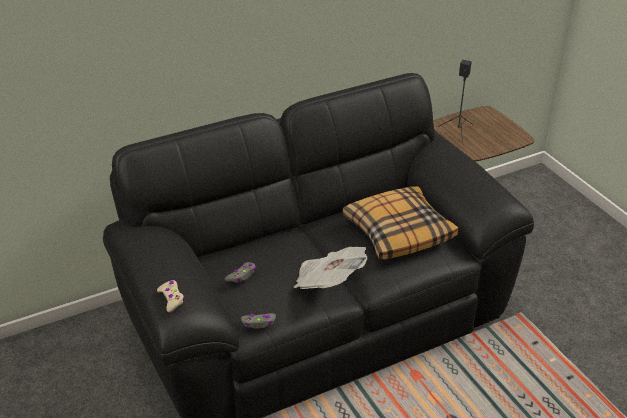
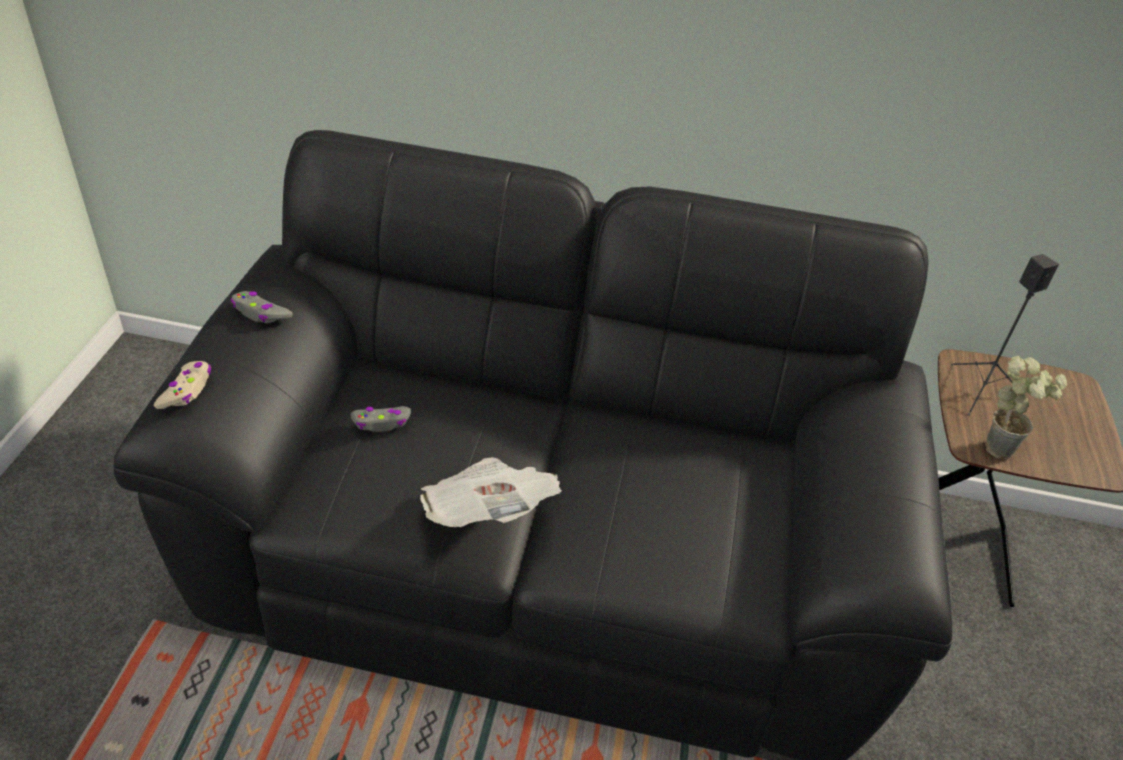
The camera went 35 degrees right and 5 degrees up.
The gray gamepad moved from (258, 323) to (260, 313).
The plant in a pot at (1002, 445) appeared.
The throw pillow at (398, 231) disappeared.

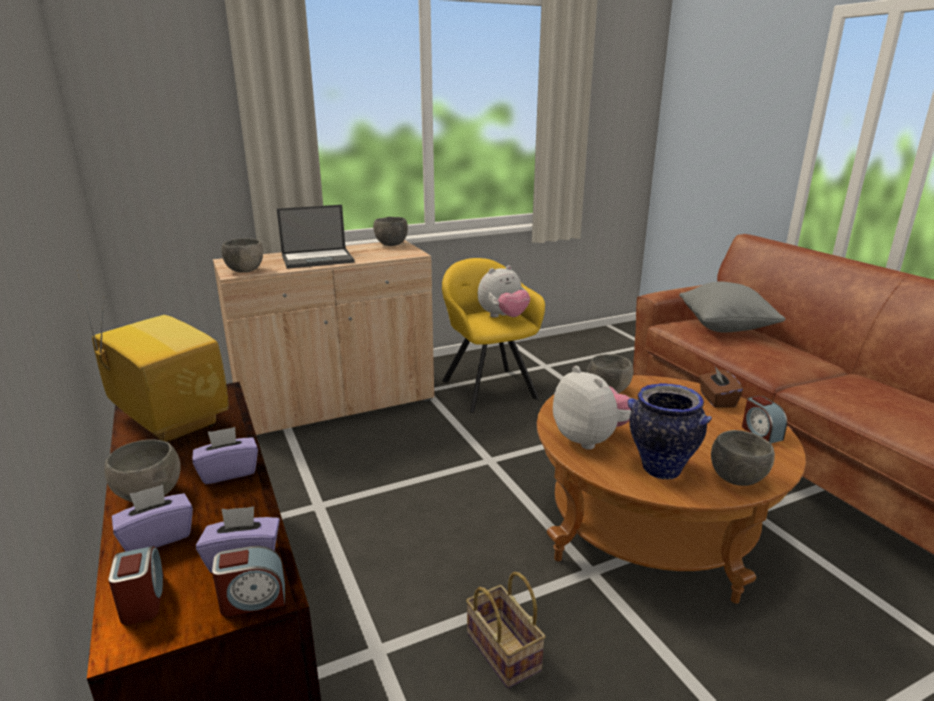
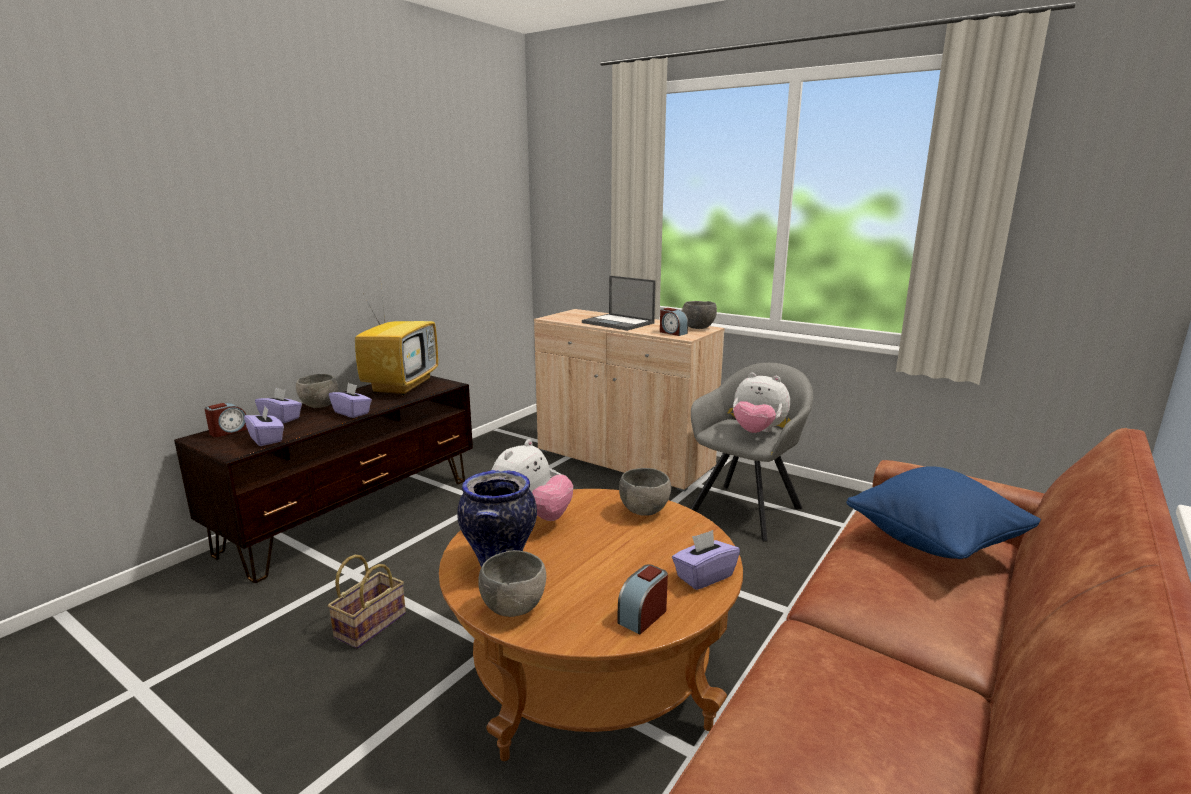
The camera went 60 degrees right and 5 degrees down.
The alarm clock moved from (253, 599) to (672, 333).
The brown-coloured box of tissues at (716, 400) became the purplish box of tissues at (704, 576).
The yellowish lounge chair at (488, 387) became the gray lounge chair at (748, 509).
The gray throw pillow at (725, 327) became the bluish throw pillow at (934, 543).
The gray bowl at (245, 271) disappeared.

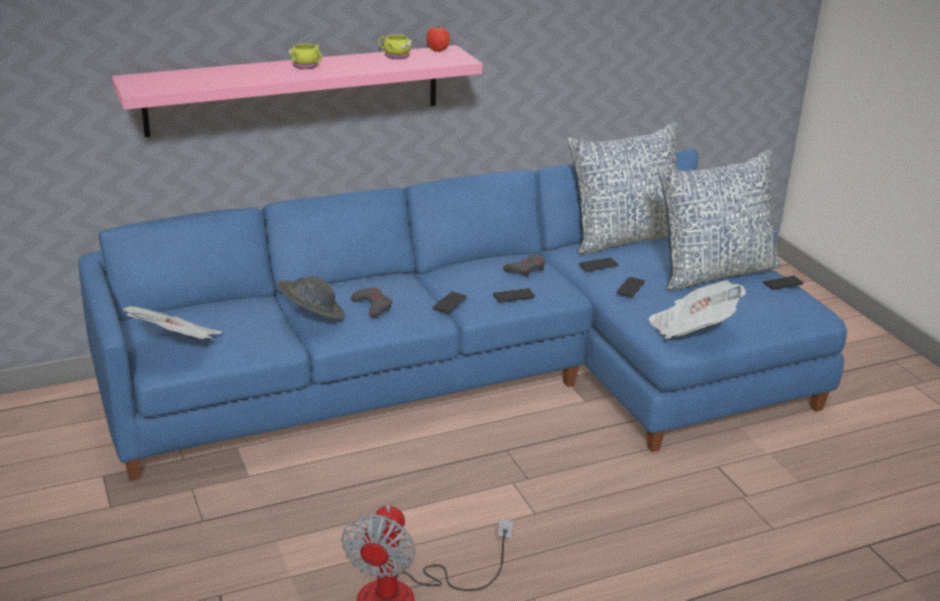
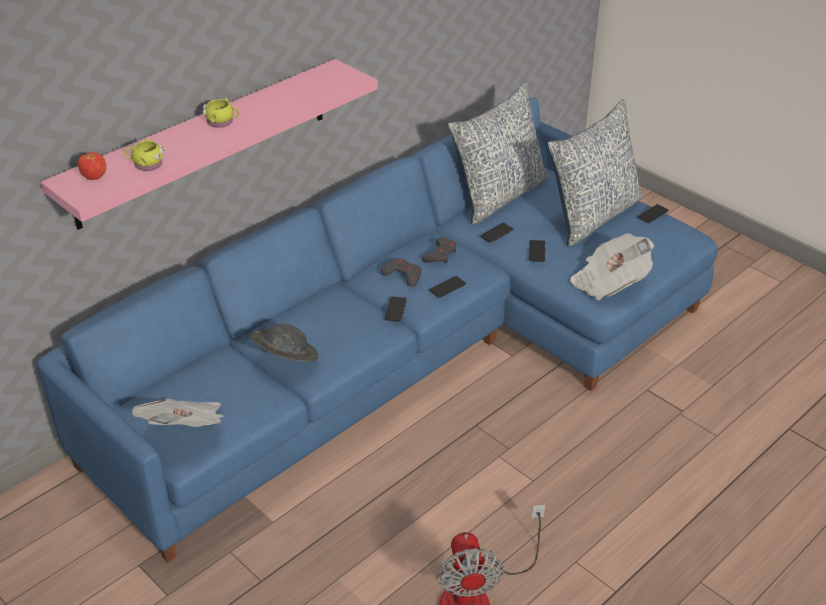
The camera went 20 degrees left and 10 degrees up.
The whole apple moved from (438, 51) to (95, 178).
The yellowish tea mug moved from (394, 56) to (146, 164).
The gray gamepad moved from (373, 306) to (403, 275).

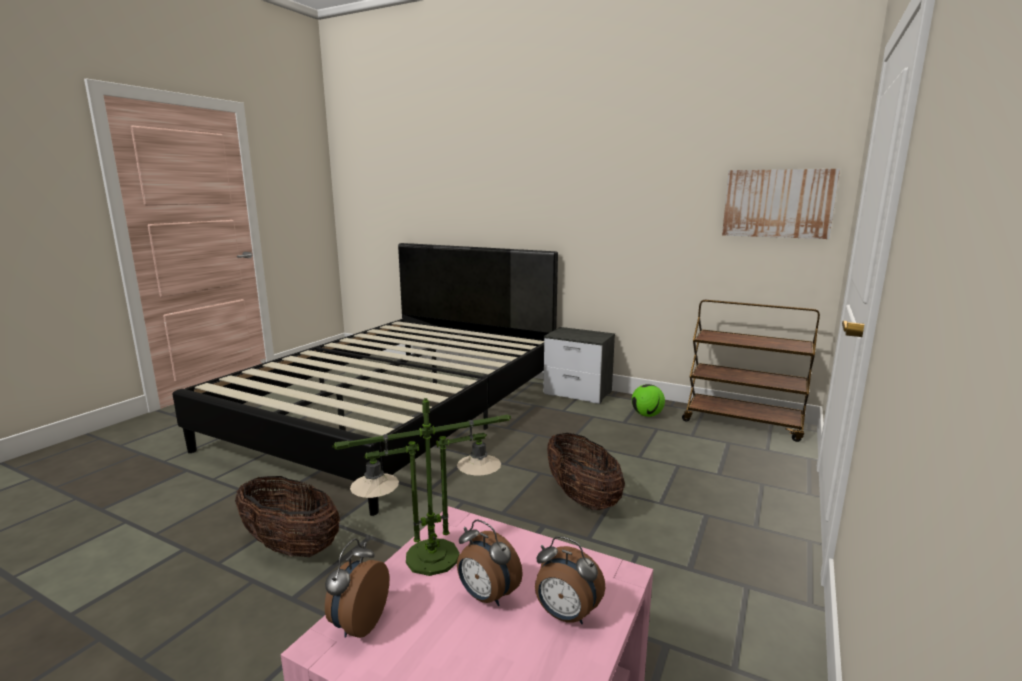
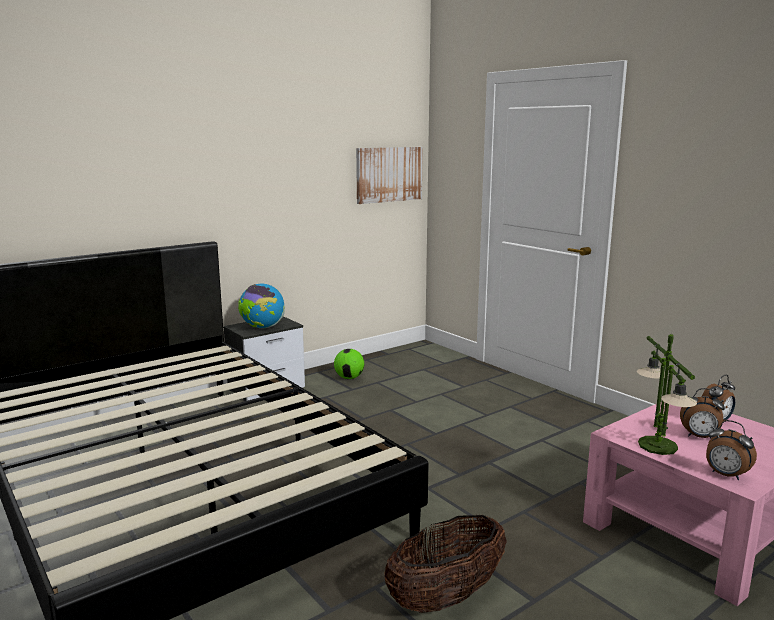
The camera went 65 degrees left and 0 degrees up.
The desk globe at (262, 327) appeared.
The alarm clock at (486, 597) turned 45 degrees clockwise.
The basket at (582, 498) disappeared.
The brown-coloured cart at (743, 423) disappeared.

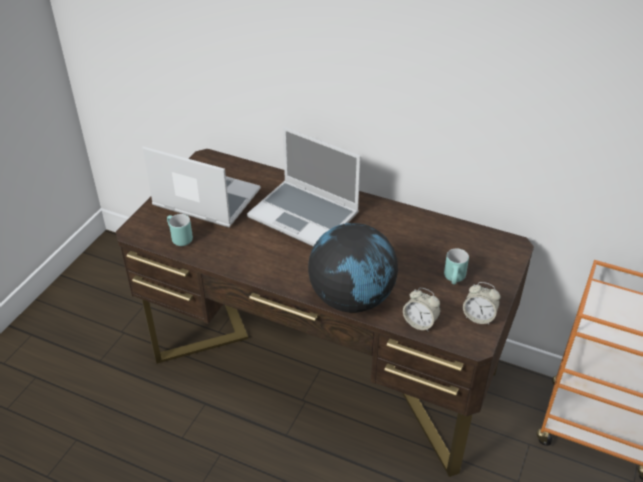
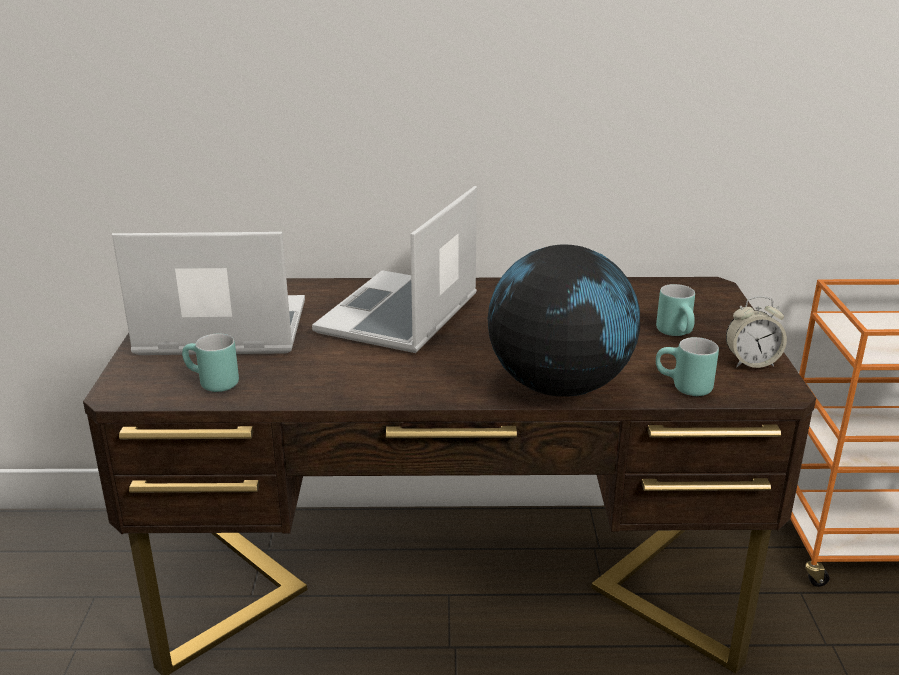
The camera went 25 degrees left and 15 degrees down.
The portable computer at (305, 215) turned 105 degrees clockwise.
The alarm clock at (420, 323) was replaced by the blue-green tea mug at (683, 388).

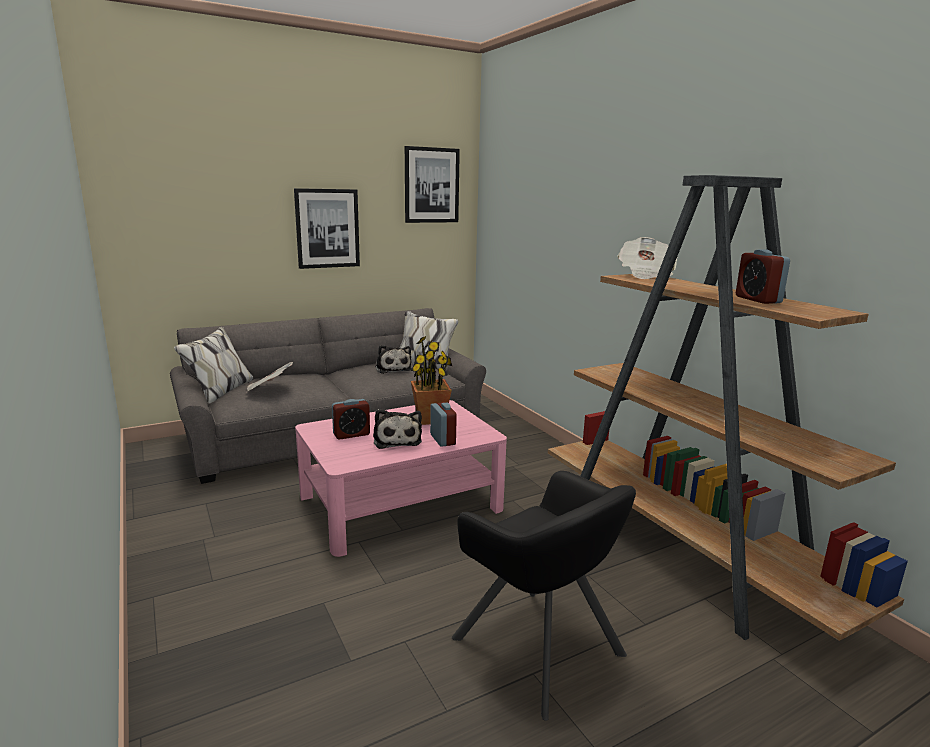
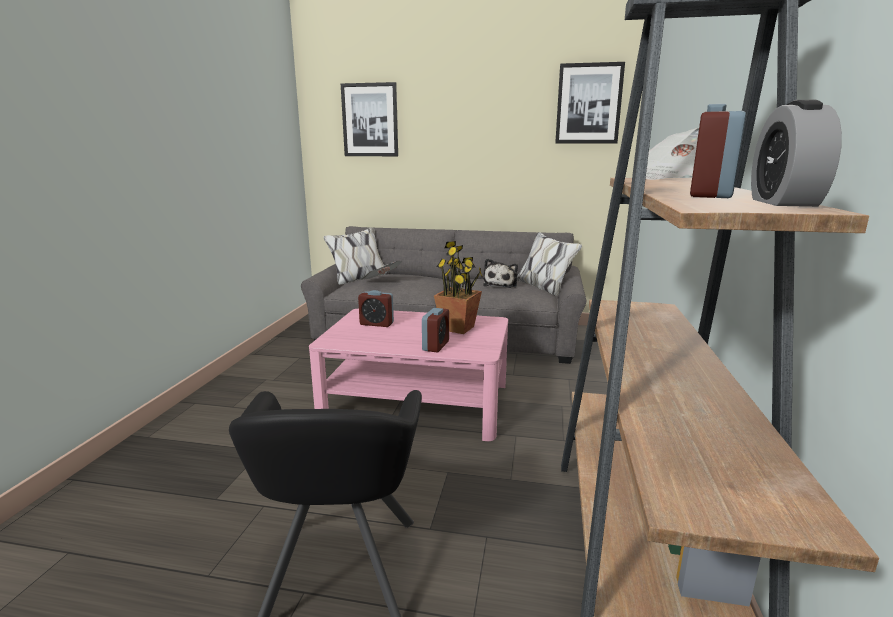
The camera went 40 degrees right and 0 degrees up.
The picture moved from (327, 228) to (370, 120).
The alarm clock at (783, 202) appeared.
The cuddly toy at (397, 440) disappeared.

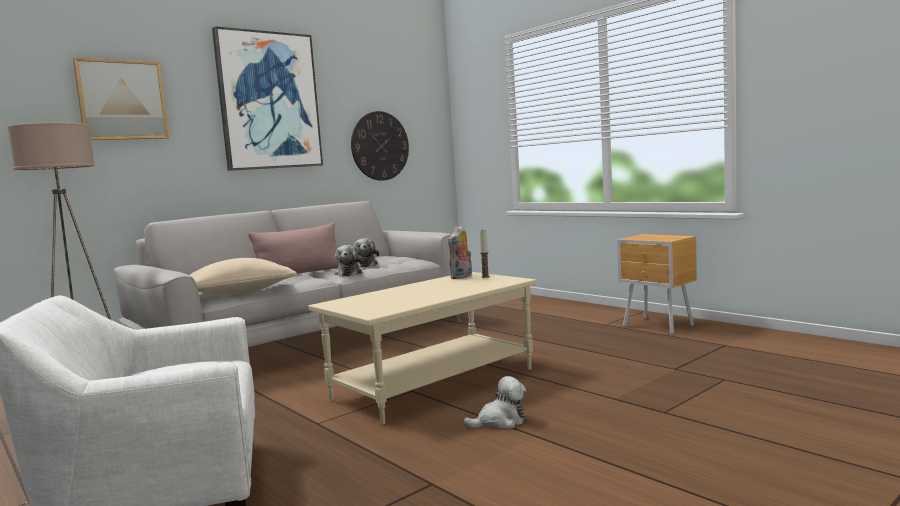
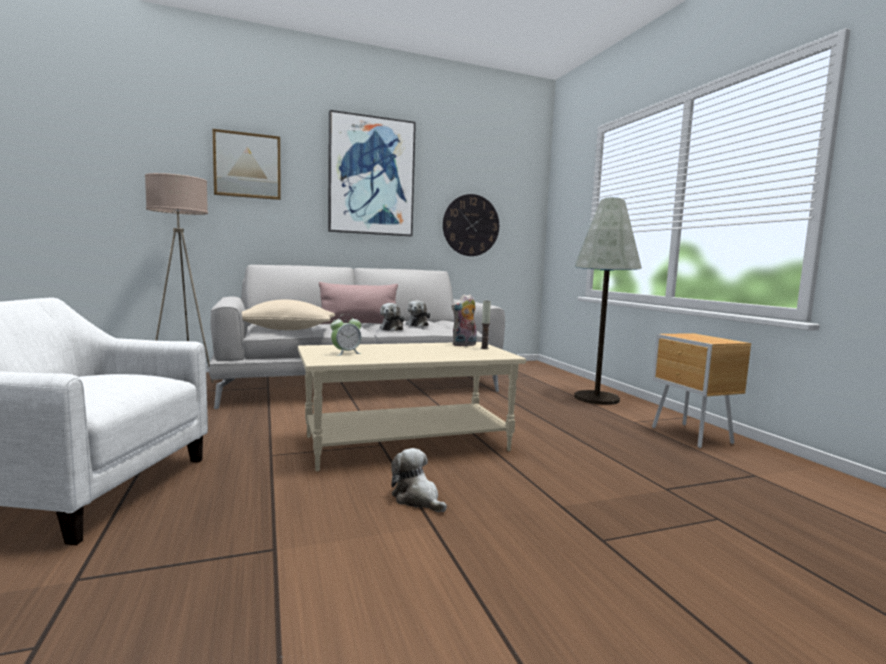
The camera went 20 degrees right and 0 degrees up.
The alarm clock at (346, 353) appeared.
The cuddly toy at (500, 422) turned 135 degrees counterclockwise.
The gray standard lamp at (596, 398) appeared.

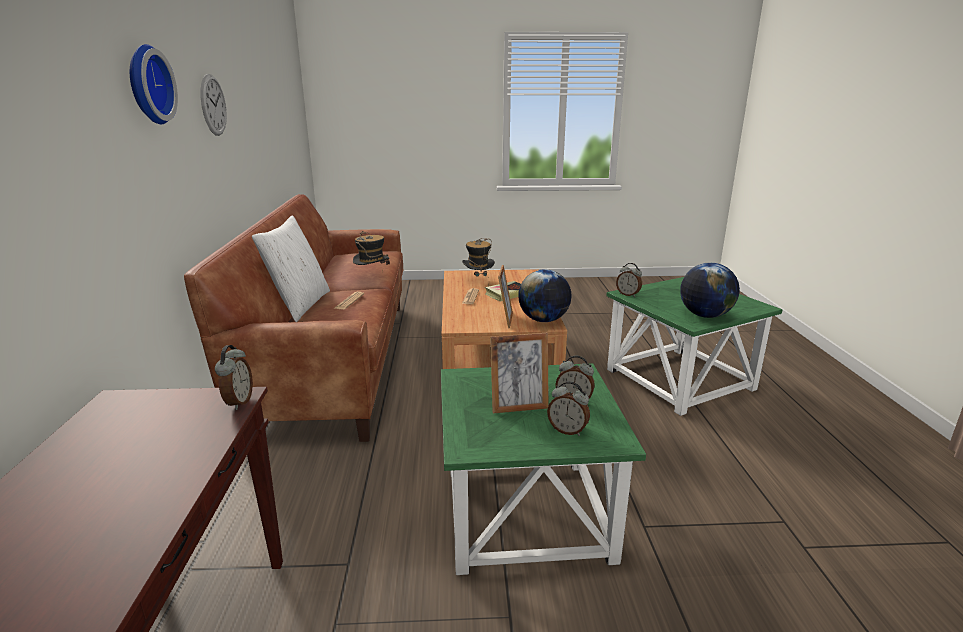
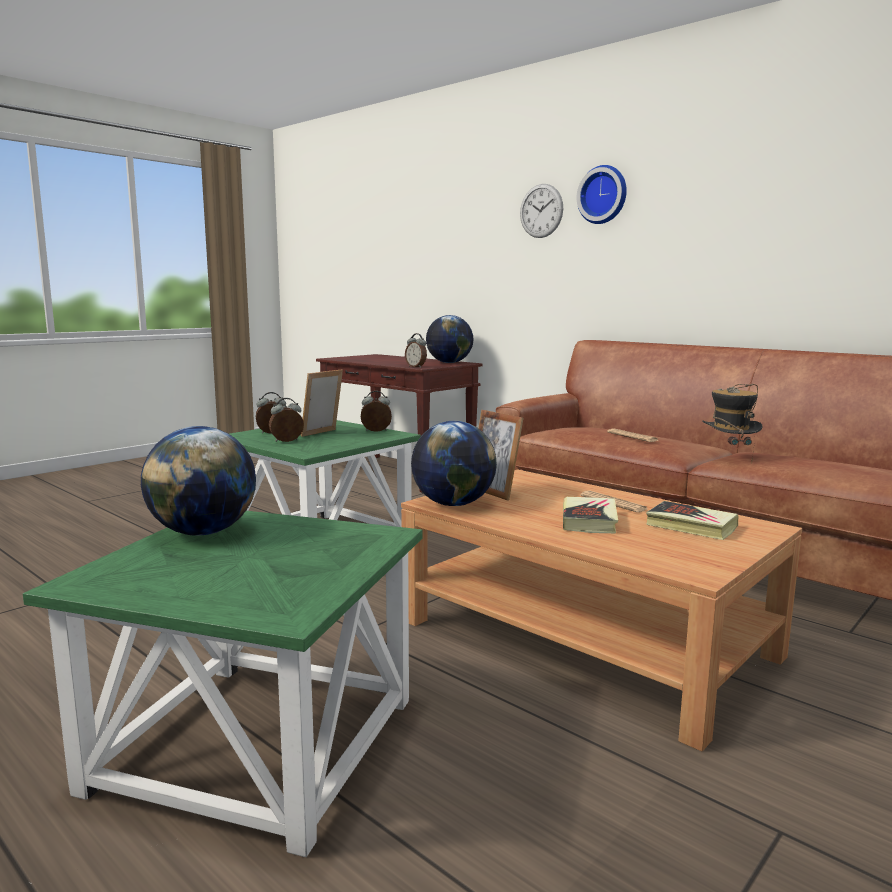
The camera went 135 degrees right and 10 degrees down.
The alarm clock moved from (628, 294) to (376, 431).
The desk globe at (449, 363) appeared.
The hanging clock moved from (213, 105) to (541, 211).
The clothing hat at (478, 281) was replaced by the book at (691, 526).
The white-coloured throw pillow at (299, 305) disappeared.

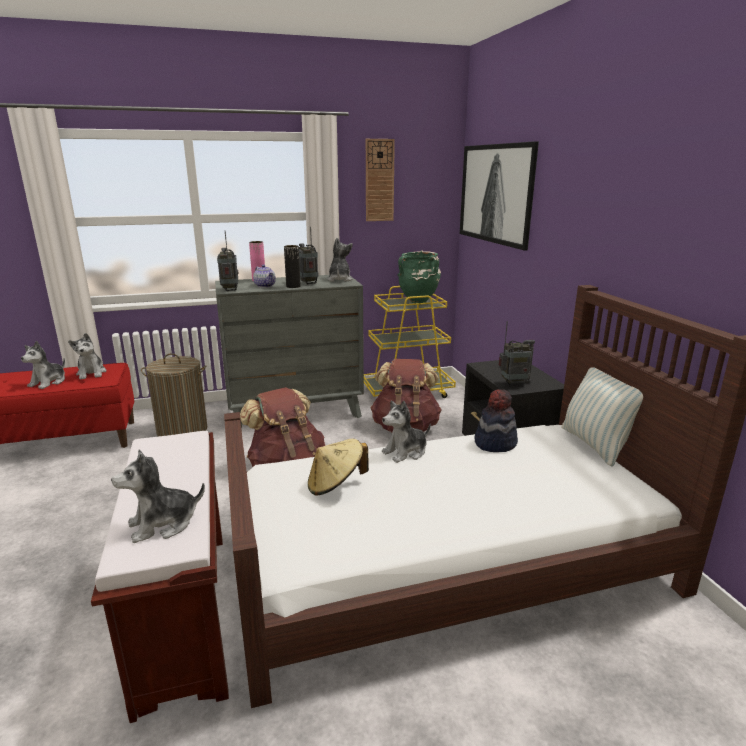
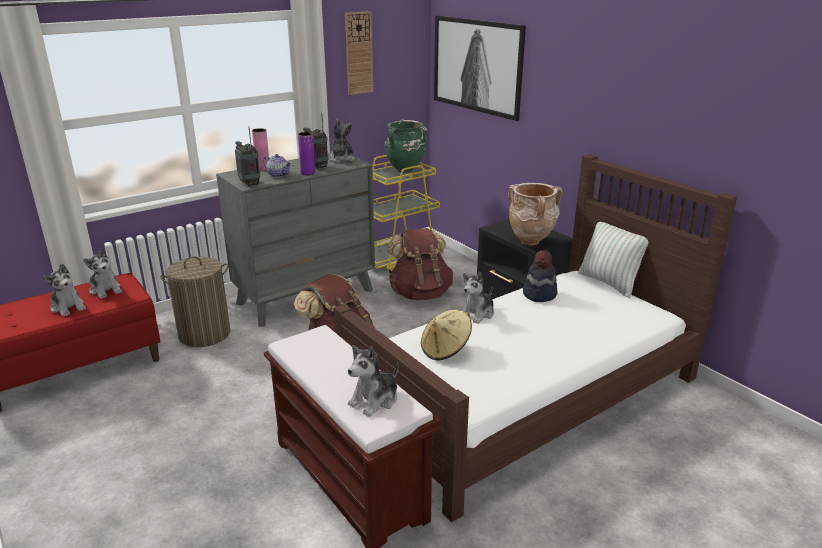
The camera went 20 degrees left and 5 degrees up.
The cuddly toy at (48, 382) turned 45 degrees counterclockwise.
The blackish decorative vase at (293, 286) became the purplish decorative vase at (308, 173).
The radio receiver at (514, 384) was replaced by the beige decorative vase at (531, 242).

